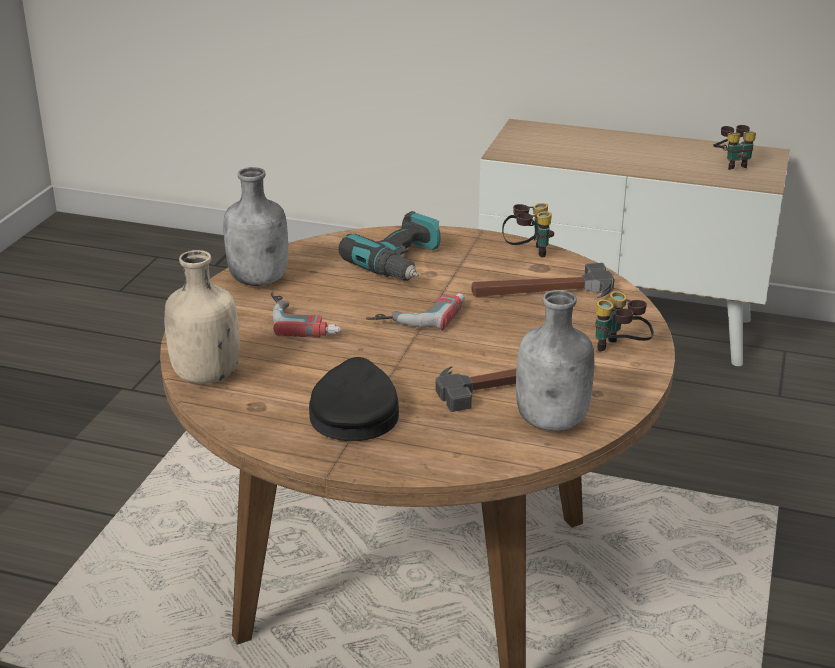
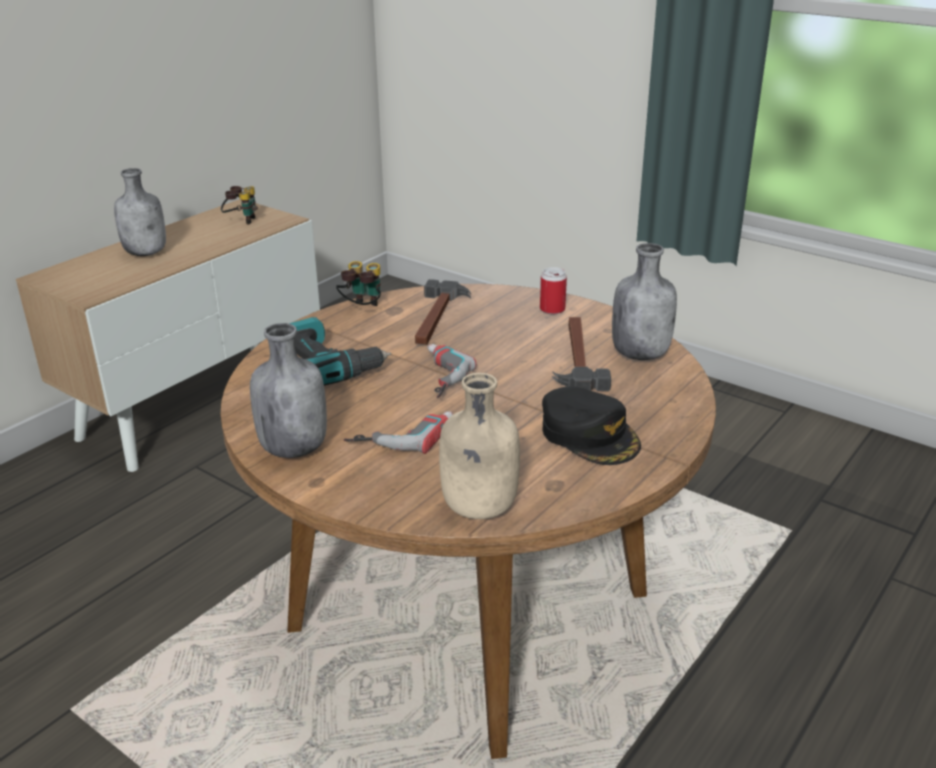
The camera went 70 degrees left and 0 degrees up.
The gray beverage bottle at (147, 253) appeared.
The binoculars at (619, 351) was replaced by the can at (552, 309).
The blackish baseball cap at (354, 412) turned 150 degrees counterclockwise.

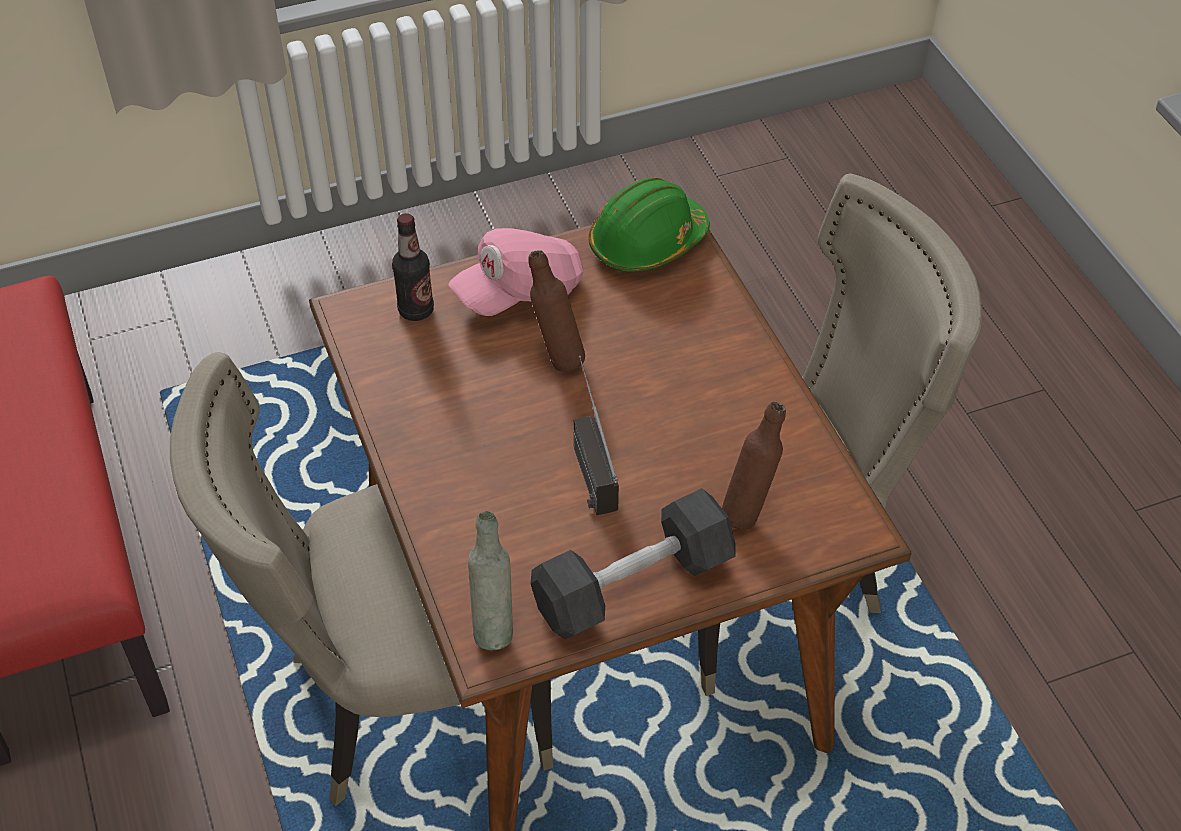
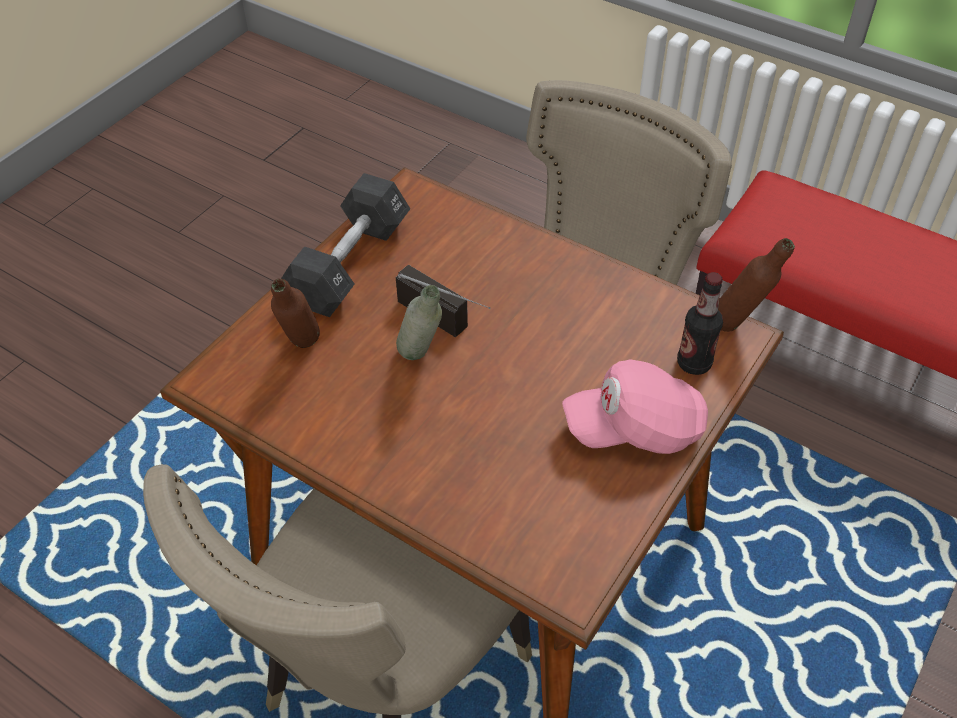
The camera went 145 degrees right and 0 degrees up.
The gray beverage bottle moved from (493, 626) to (422, 360).
The pinkish baseball cap at (519, 291) turned 120 degrees counterclockwise.
The brown-coloured beverage bottle moved from (557, 357) to (738, 326).
The green hard hat at (647, 242) disappeared.

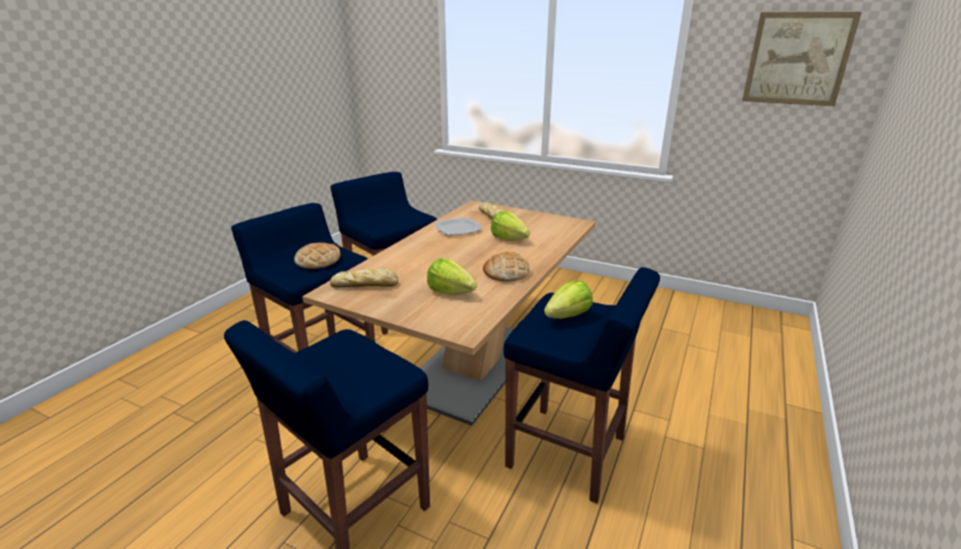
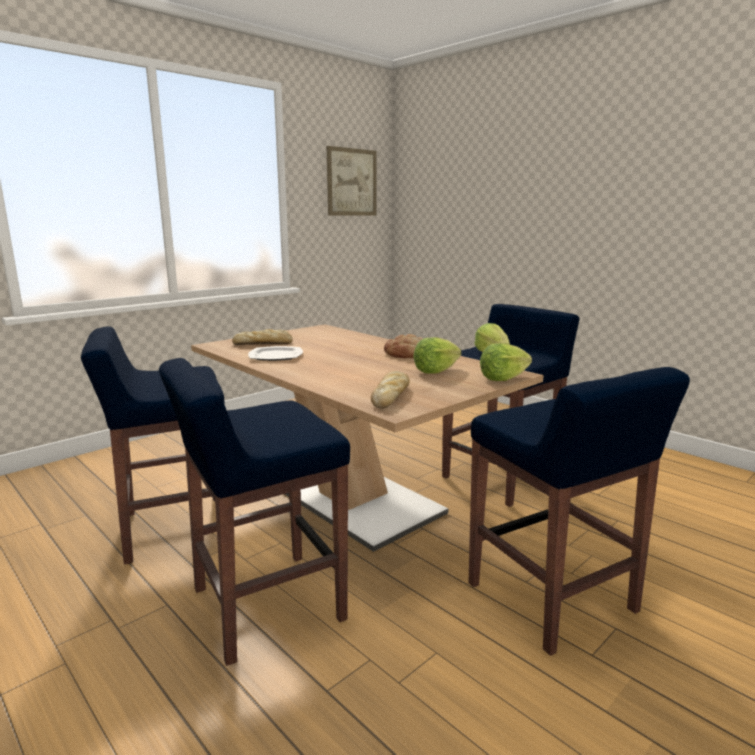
The camera went 70 degrees left and 10 degrees down.
The lettuce moved from (509, 239) to (503, 378).
The bakery bread at (318, 260) disappeared.

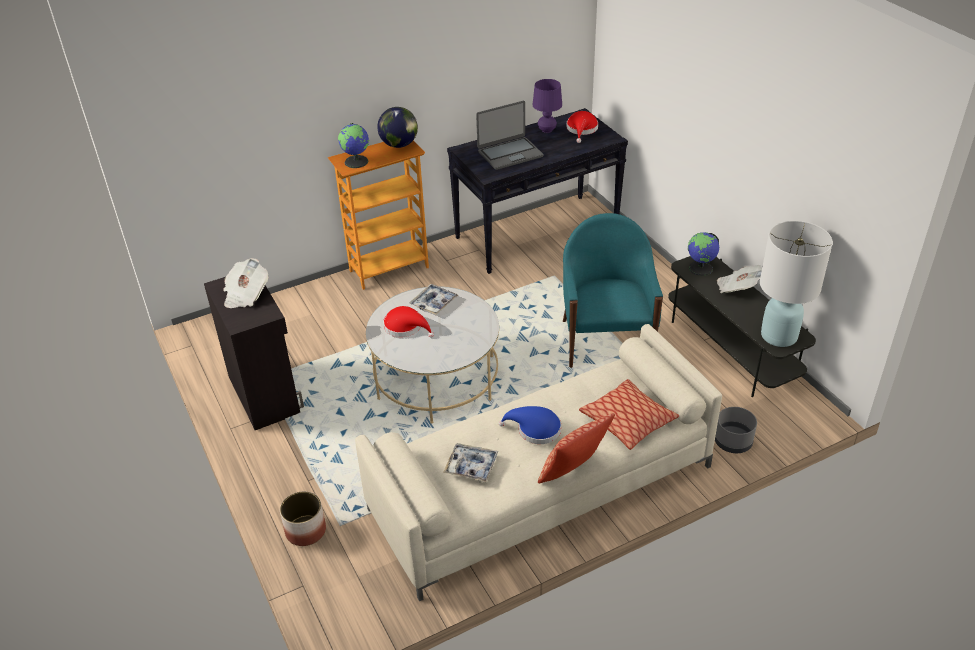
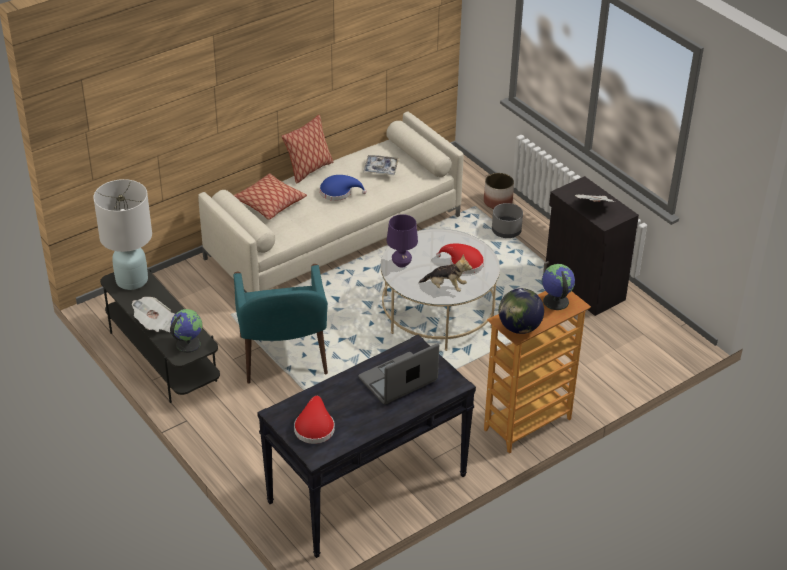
The camera went 170 degrees right and 0 degrees up.
The purplish lamp for a table moved from (547, 130) to (401, 264).
The tray at (434, 303) was replaced by the cuddly toy at (445, 287).
The gray planter moved from (733, 442) to (506, 231).

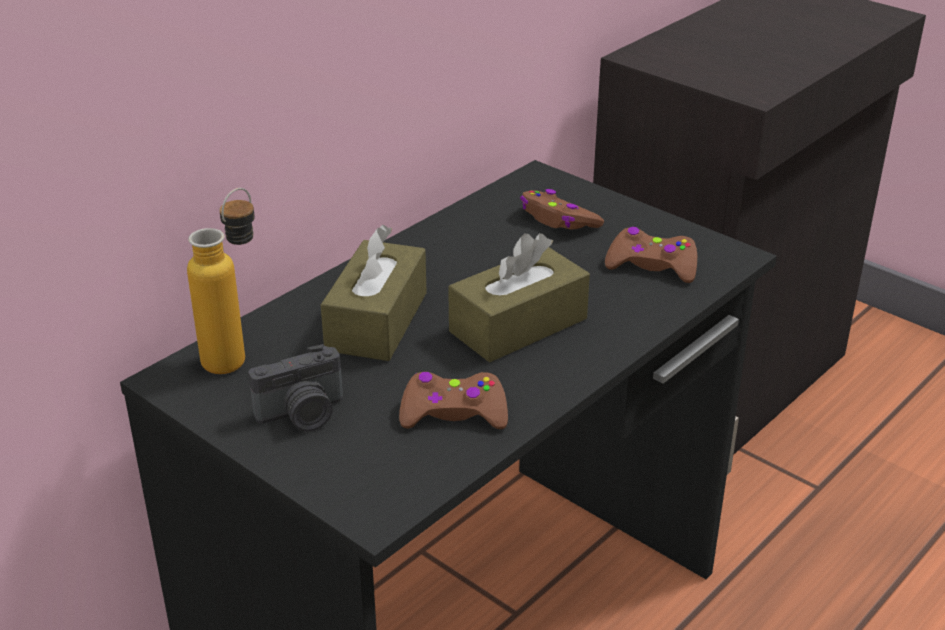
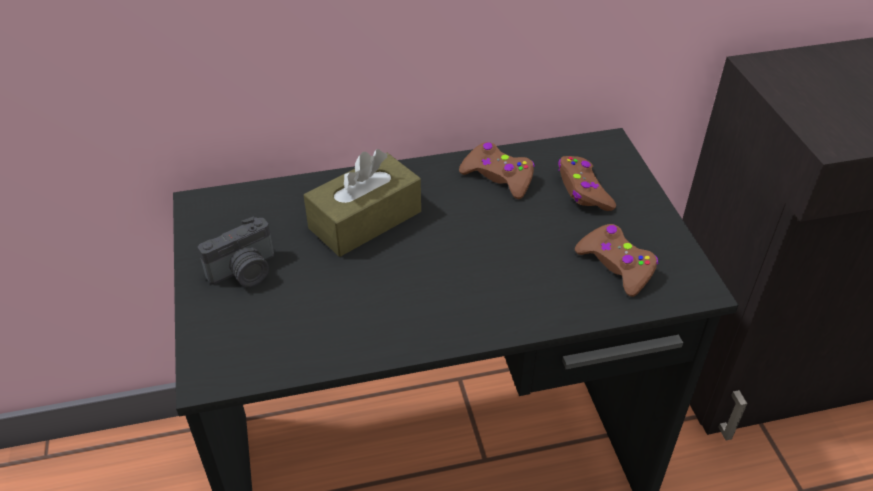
The camera went 35 degrees right and 10 degrees up.
The photo camera at (303, 415) turned 45 degrees counterclockwise.
The brown-coloured gamepad moved from (453, 413) to (498, 177).
The beverage bottle at (237, 354) disappeared.
The brown-coloured box of tissues at (518, 325) disappeared.

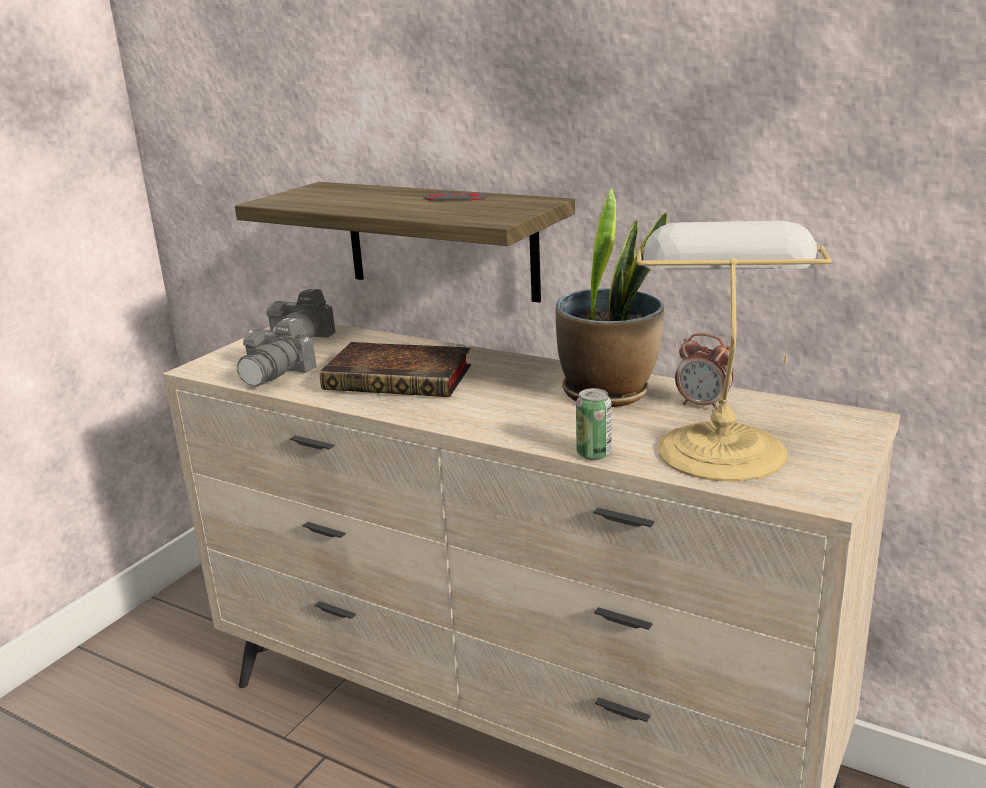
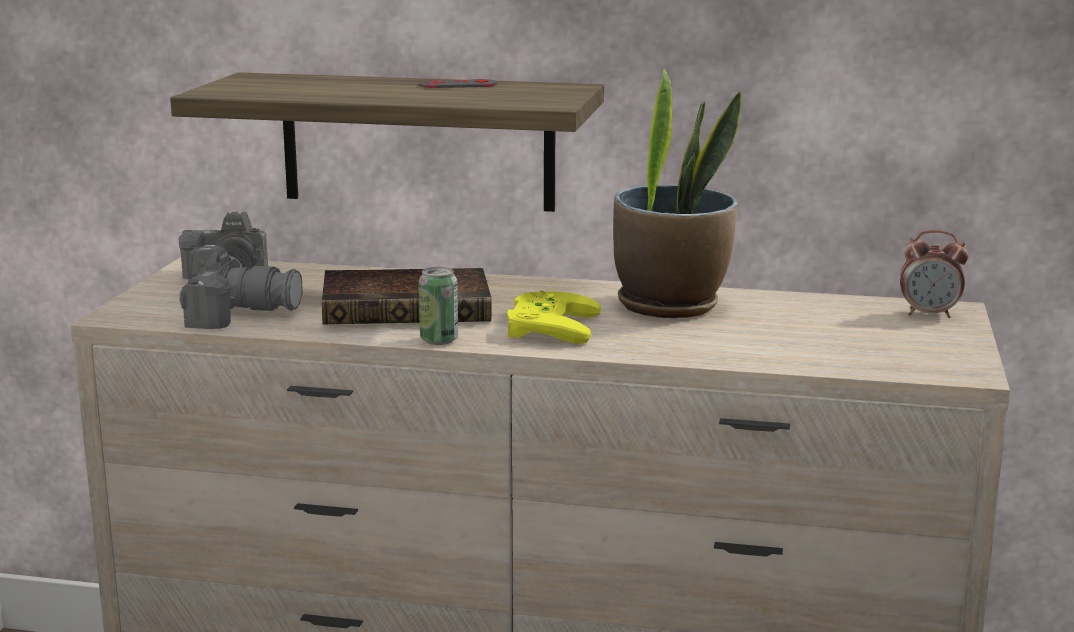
The camera went 20 degrees left and 5 degrees down.
The photo camera at (277, 373) turned 90 degrees counterclockwise.
The can moved from (594, 454) to (439, 340).
The yellowish gamepad at (545, 326) appeared.
The alarm clock moved from (703, 405) to (929, 314).
The lamp for a table at (719, 448) disappeared.

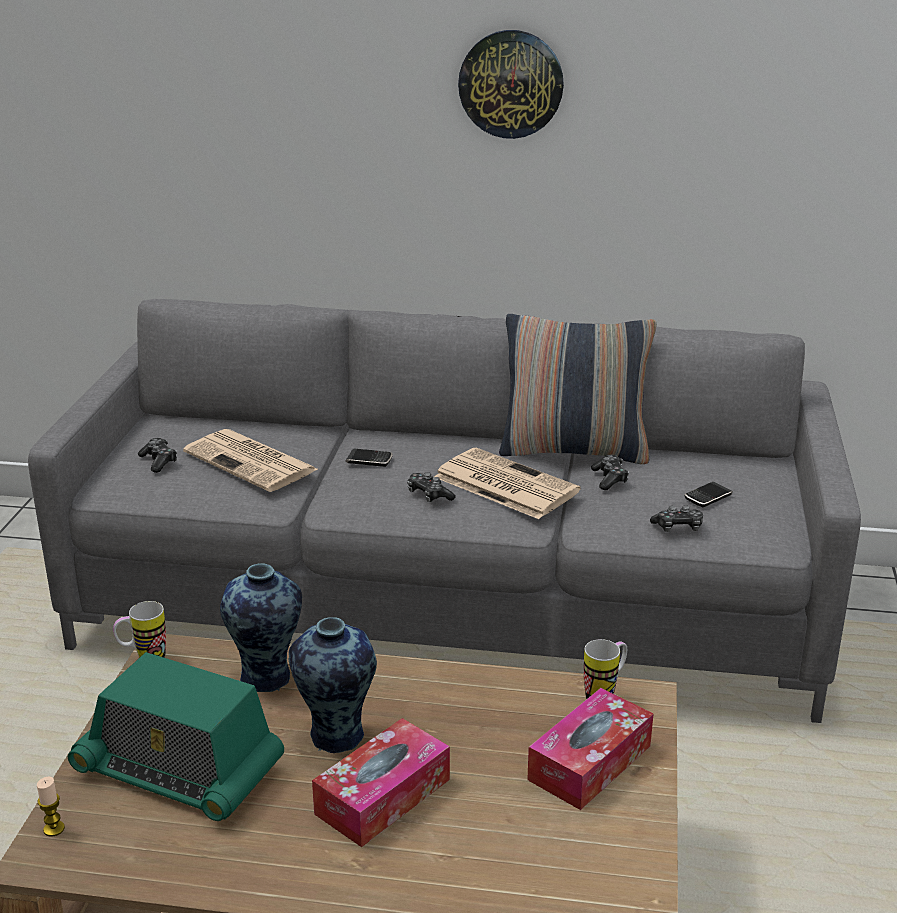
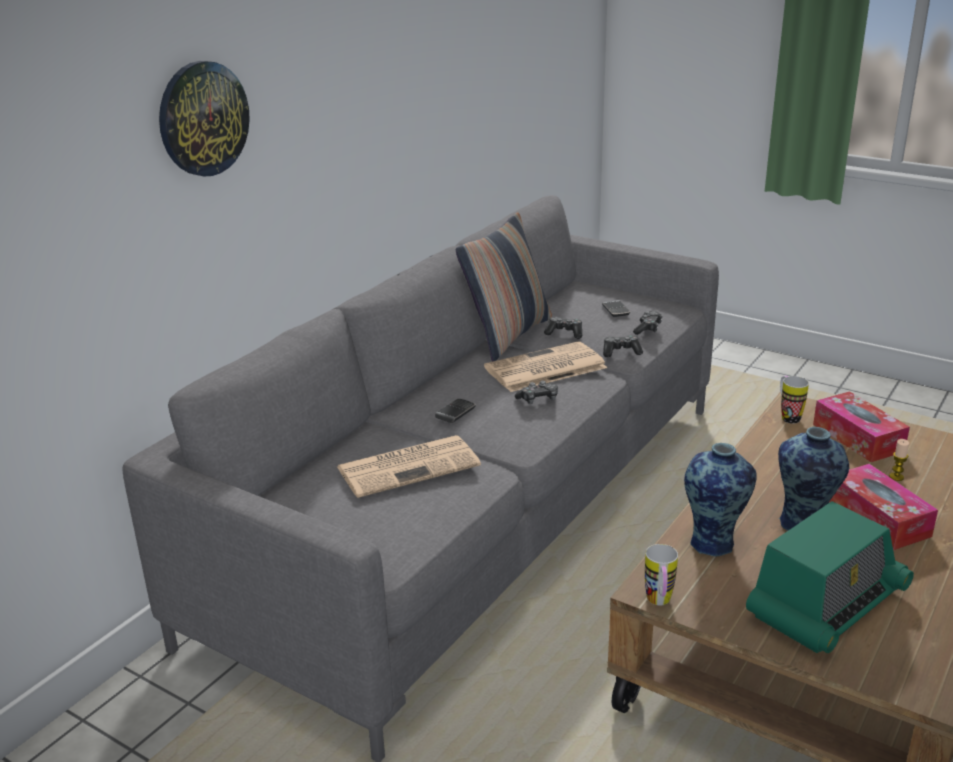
The camera went 65 degrees left and 0 degrees up.
The hanging clock moved from (511, 84) to (203, 118).
The gamepad moved from (159, 461) to (621, 352).
The candle moved from (54, 829) to (896, 477).

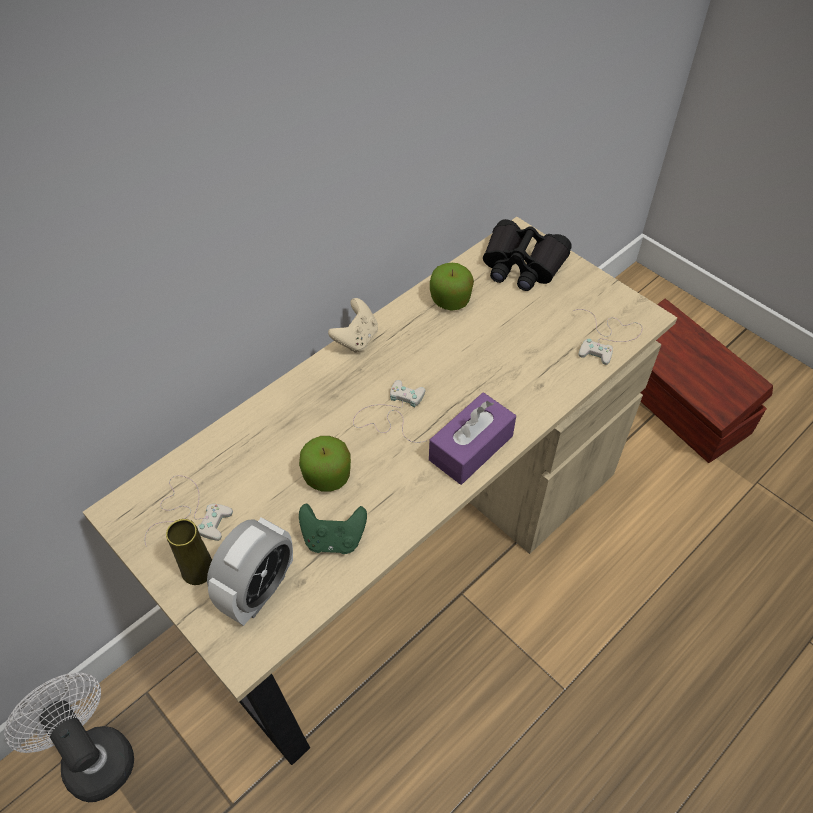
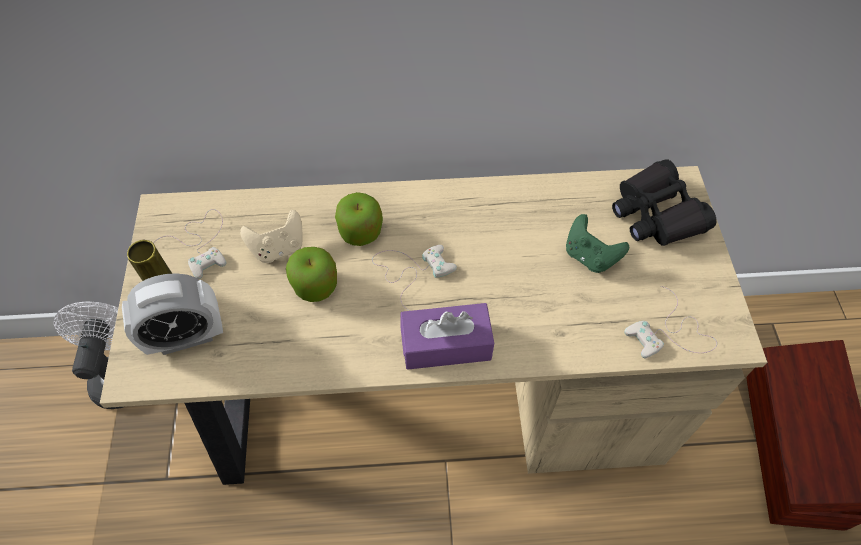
The camera went 40 degrees right and 5 degrees up.
The beige gamepad moved from (356, 339) to (278, 248).
The whole apple moved from (450, 300) to (360, 231).
The green gamepad moved from (333, 539) to (589, 256).

